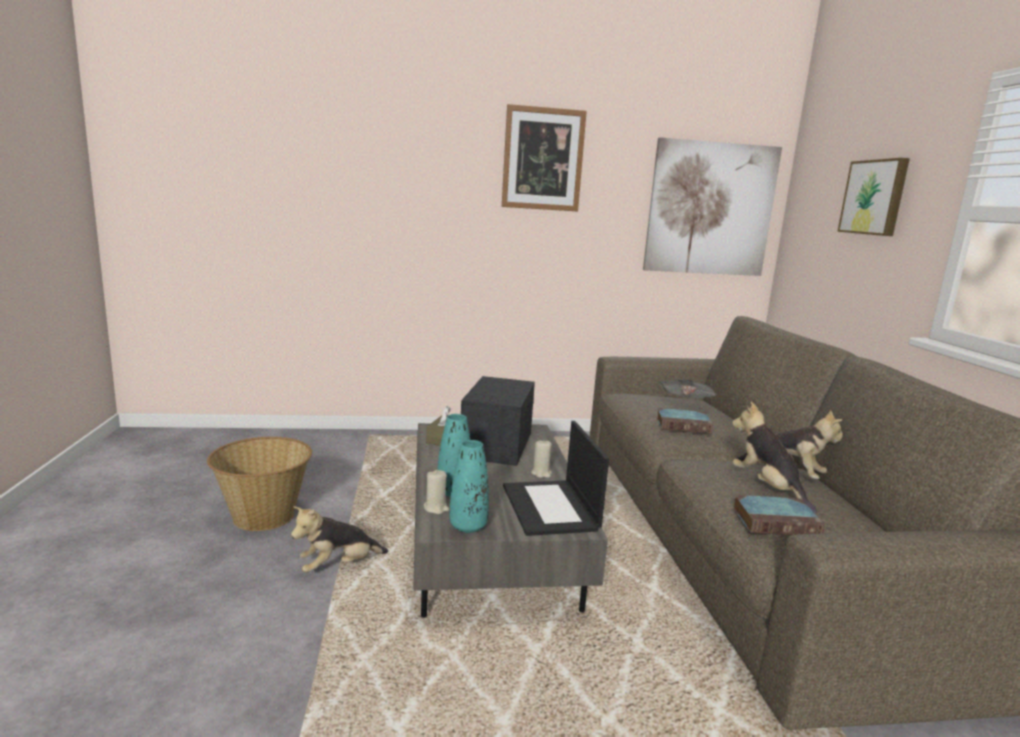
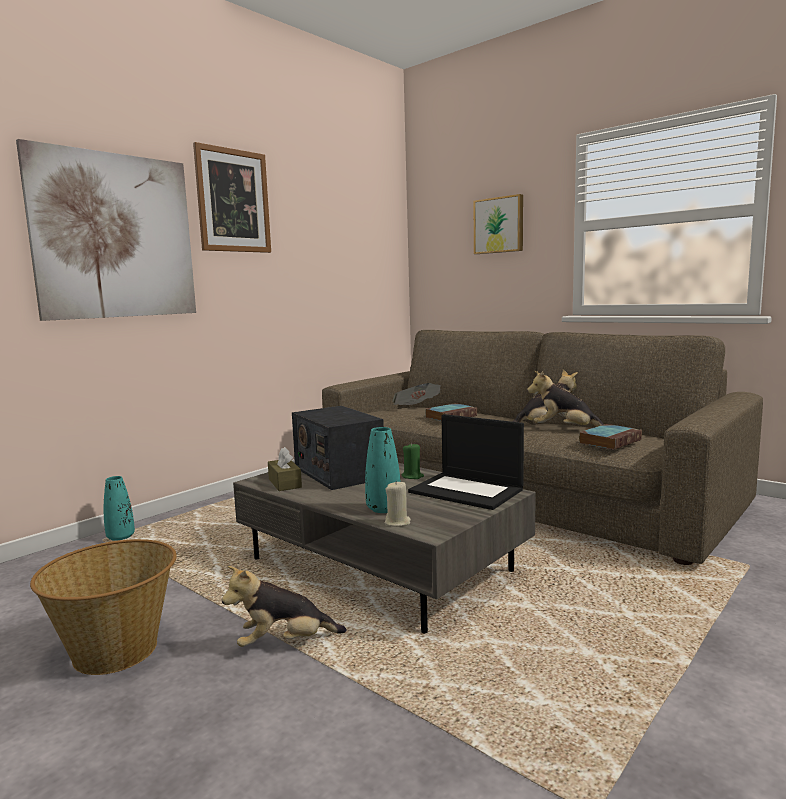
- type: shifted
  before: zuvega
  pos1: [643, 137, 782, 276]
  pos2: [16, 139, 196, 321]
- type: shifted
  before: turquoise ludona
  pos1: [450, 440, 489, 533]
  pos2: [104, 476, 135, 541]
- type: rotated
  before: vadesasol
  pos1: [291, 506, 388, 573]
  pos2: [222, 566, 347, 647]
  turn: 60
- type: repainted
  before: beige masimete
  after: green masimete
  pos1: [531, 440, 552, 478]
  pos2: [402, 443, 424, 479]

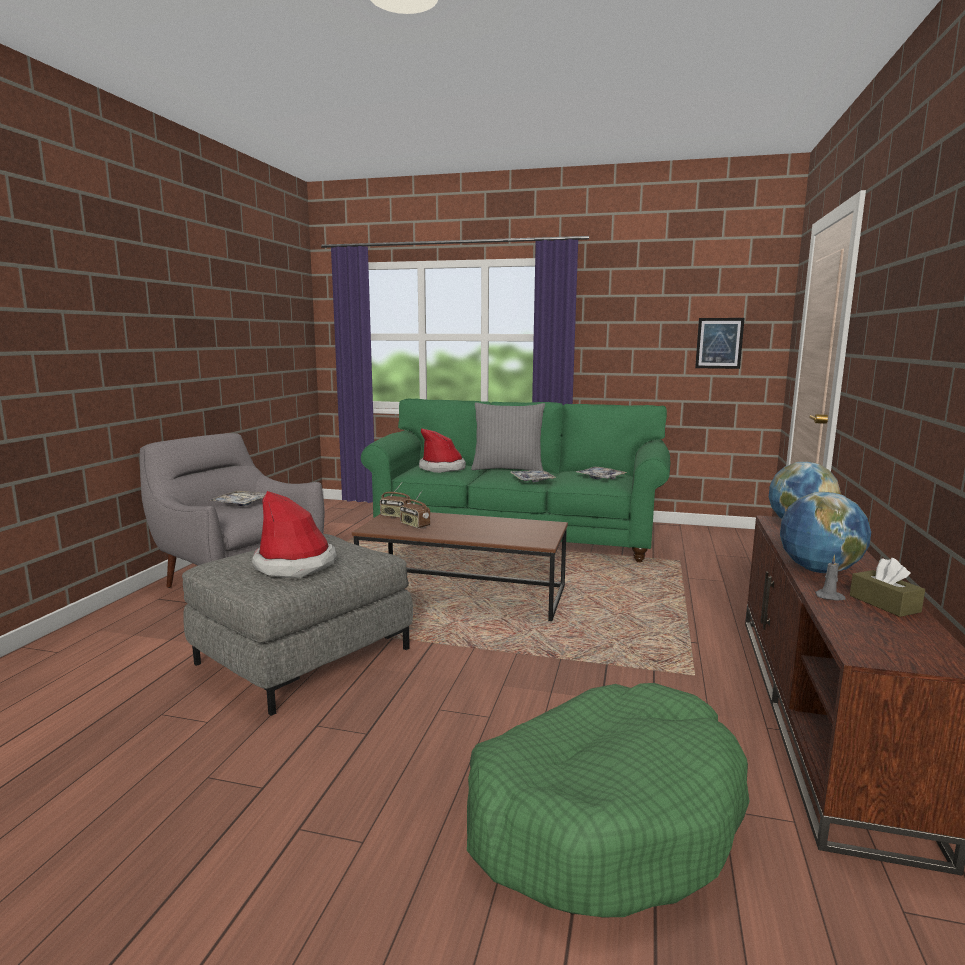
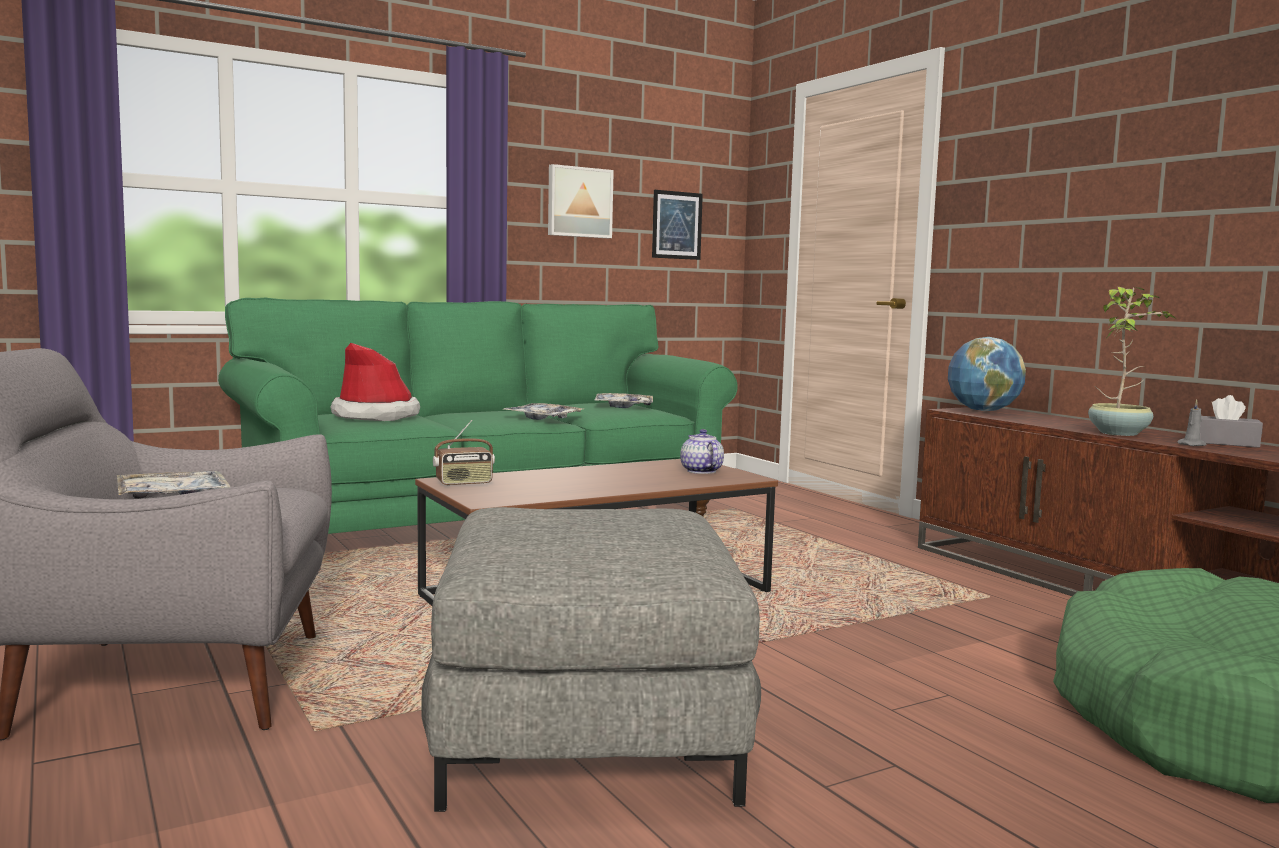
- type: new
  after: zuvega
  pos2: [548, 164, 614, 238]
- type: new
  after: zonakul
  pos2: [680, 429, 724, 474]
- type: swapped
  before: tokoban
  after: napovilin
  pos1: [780, 492, 871, 573]
  pos2: [1088, 287, 1175, 436]
- type: repainted
  before: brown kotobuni
  after: grey kotobuni
  pos1: [850, 558, 925, 617]
  pos2: [1200, 395, 1263, 448]
- type: gone
  before: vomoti
  pos1: [252, 491, 337, 578]
- type: gone
  before: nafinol
  pos1: [400, 491, 430, 528]
- type: gone
  before: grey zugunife
  pos1: [471, 403, 545, 470]

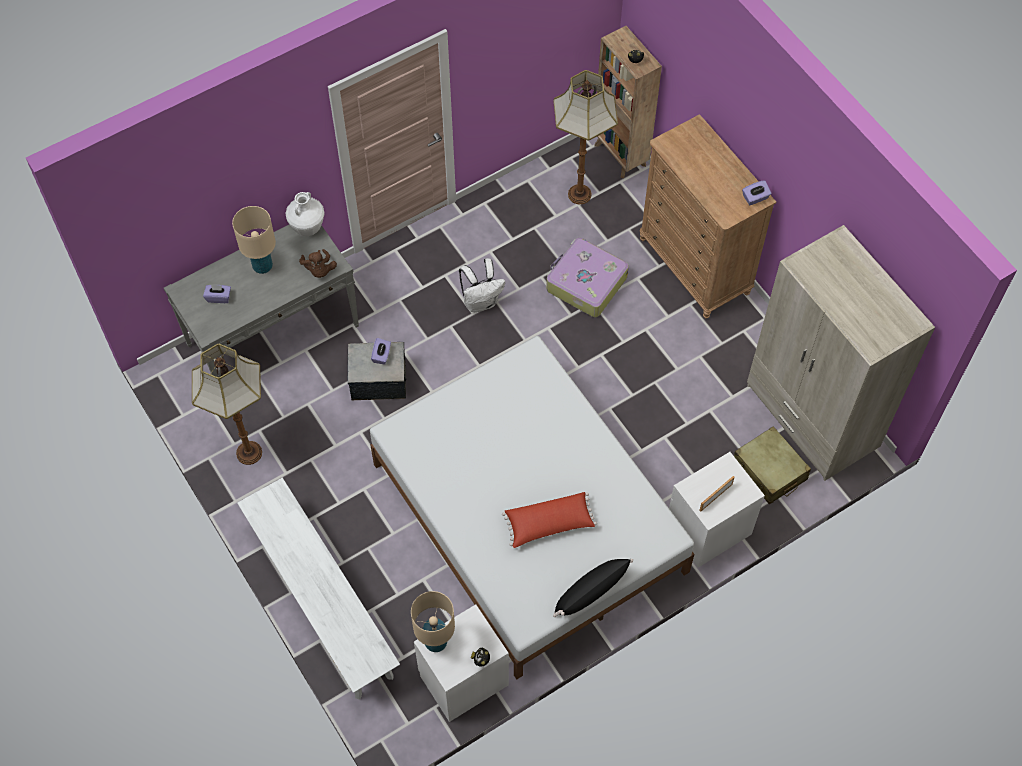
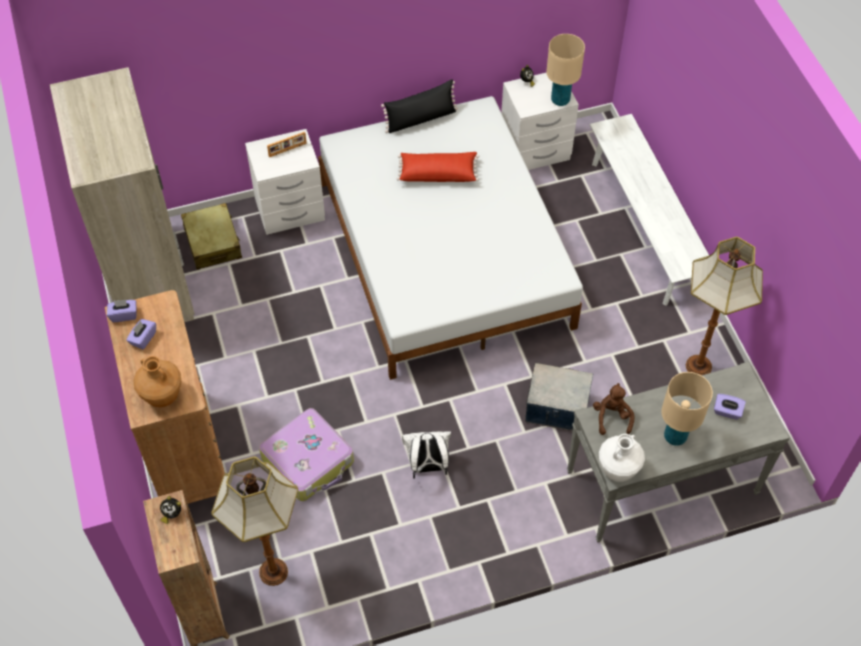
- type: shifted
  before: purple kotobuni
  pos1: [371, 338, 391, 365]
  pos2: [126, 319, 156, 350]
- type: new
  after: brown ludona
  pos2: [133, 356, 181, 407]

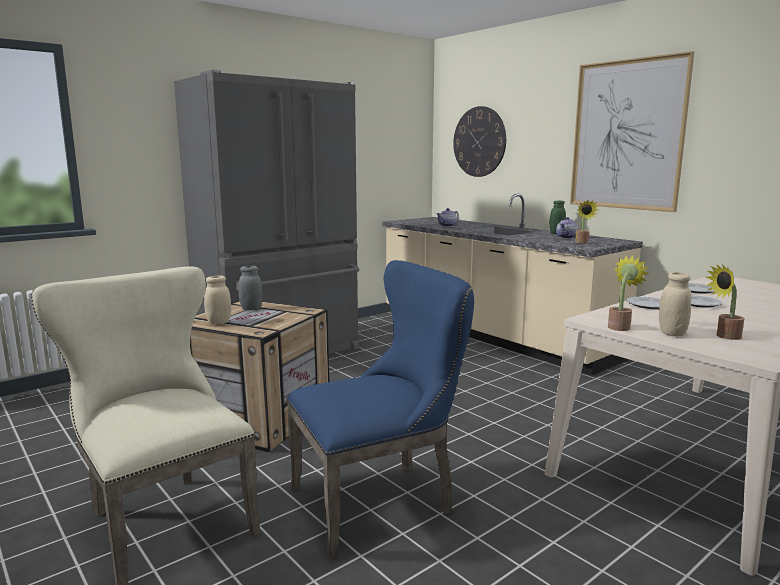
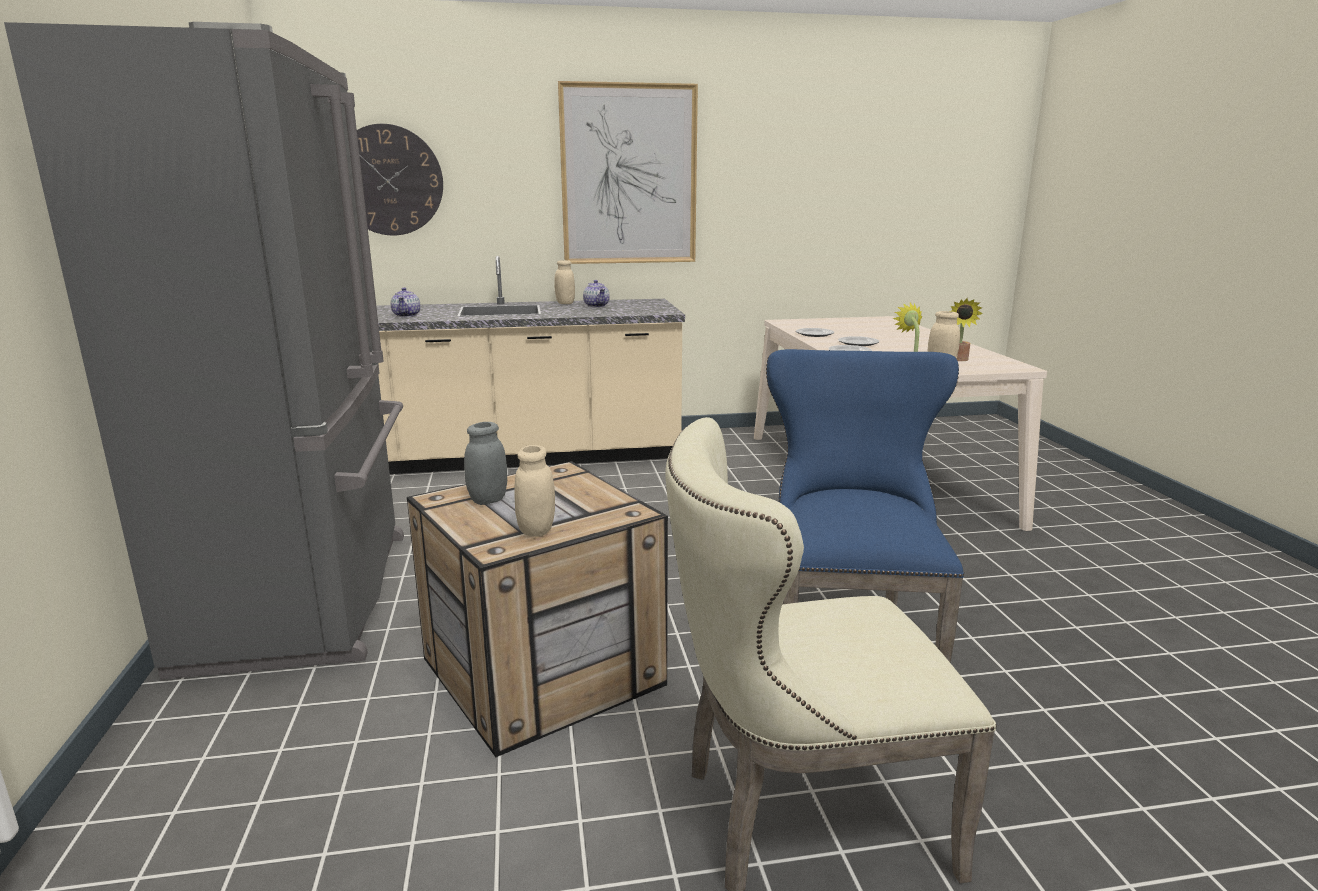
- type: repainted
  before: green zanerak
  after: beige zanerak
  pos1: [550, 201, 566, 234]
  pos2: [554, 260, 575, 304]
- type: gone
  before: napovilin
  pos1: [575, 200, 598, 244]

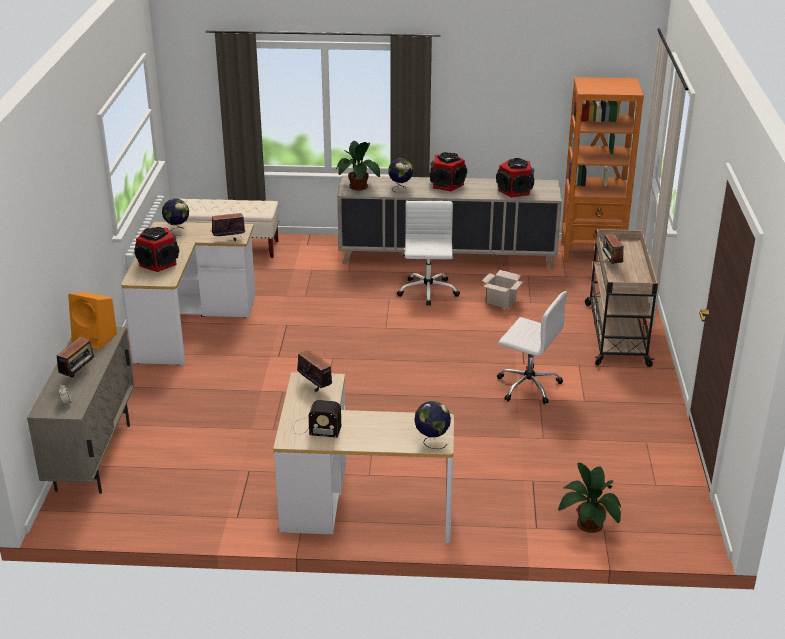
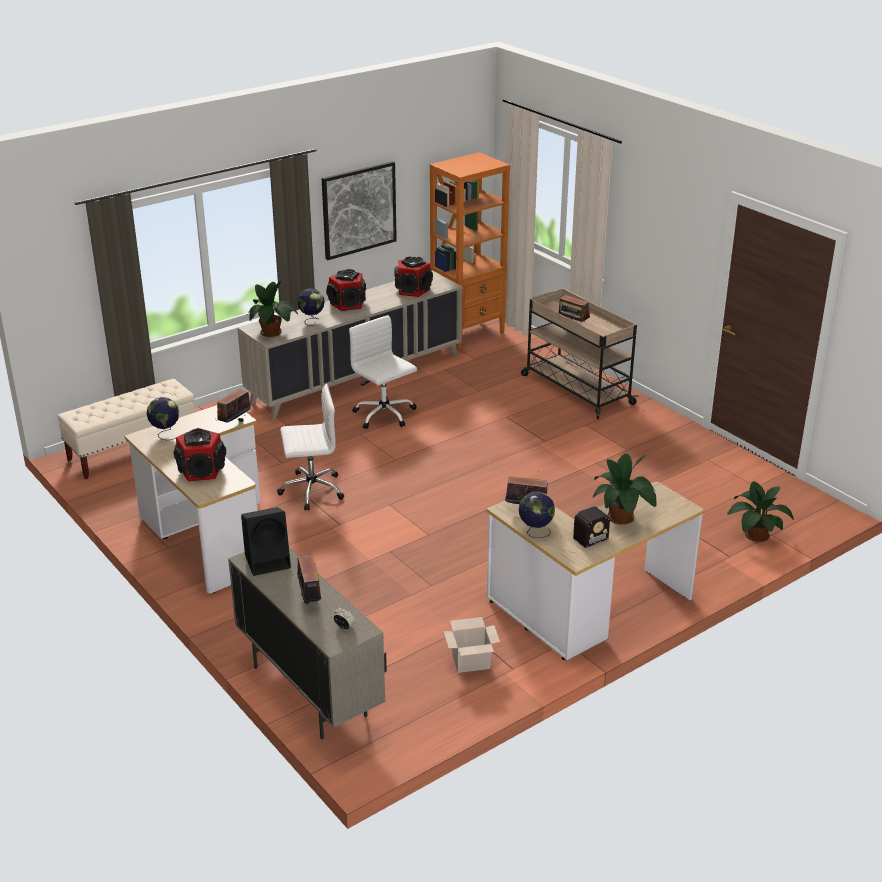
- type: repainted
  before: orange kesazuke
  after: black kesazuke
  pos1: [68, 292, 117, 350]
  pos2: [241, 507, 291, 576]
- type: shifted
  before: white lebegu
  pos1: [497, 291, 567, 404]
  pos2: [277, 384, 344, 511]
- type: new
  after: zuvega
  pos2: [322, 161, 397, 260]
- type: shifted
  before: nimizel
  pos1: [482, 270, 523, 309]
  pos2: [444, 617, 500, 673]
- type: shifted
  before: tokoban
  pos1: [415, 401, 451, 449]
  pos2: [519, 491, 555, 538]
- type: new
  after: napovilin
  pos2: [593, 454, 656, 525]

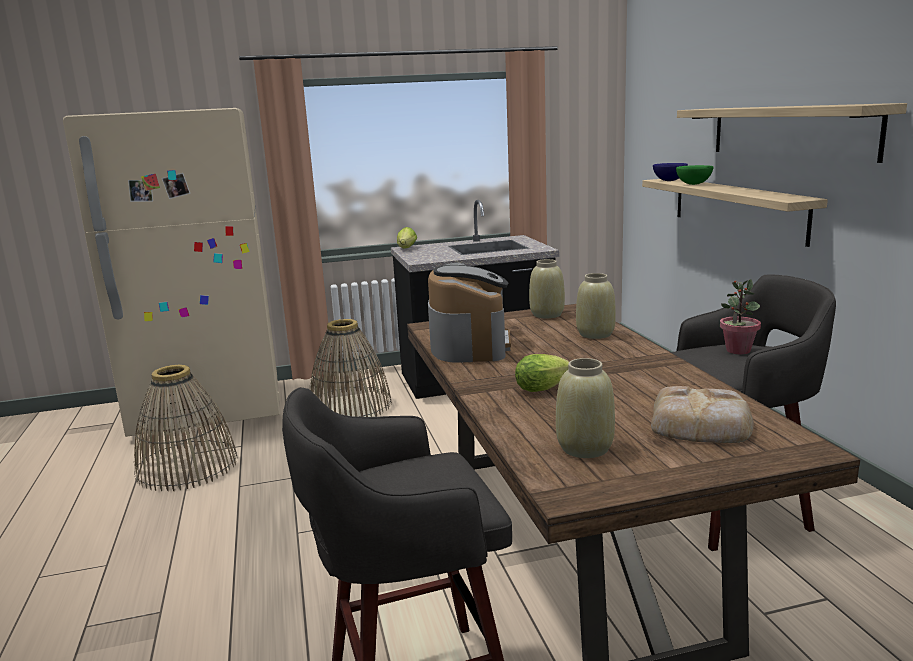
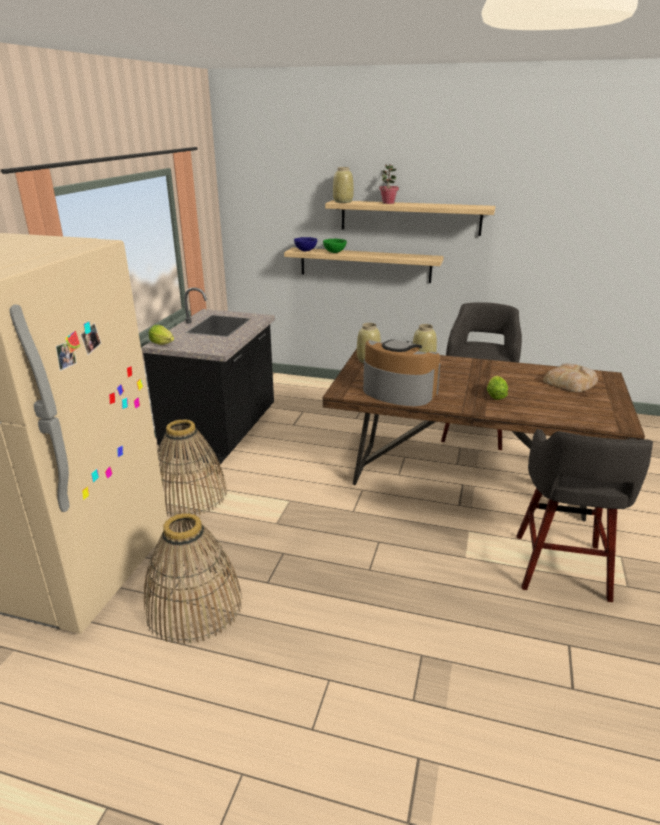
- type: shifted
  before: beige ludona
  pos1: [556, 358, 615, 458]
  pos2: [333, 167, 354, 203]
- type: shifted
  before: napovilin
  pos1: [720, 279, 761, 354]
  pos2: [379, 164, 399, 204]

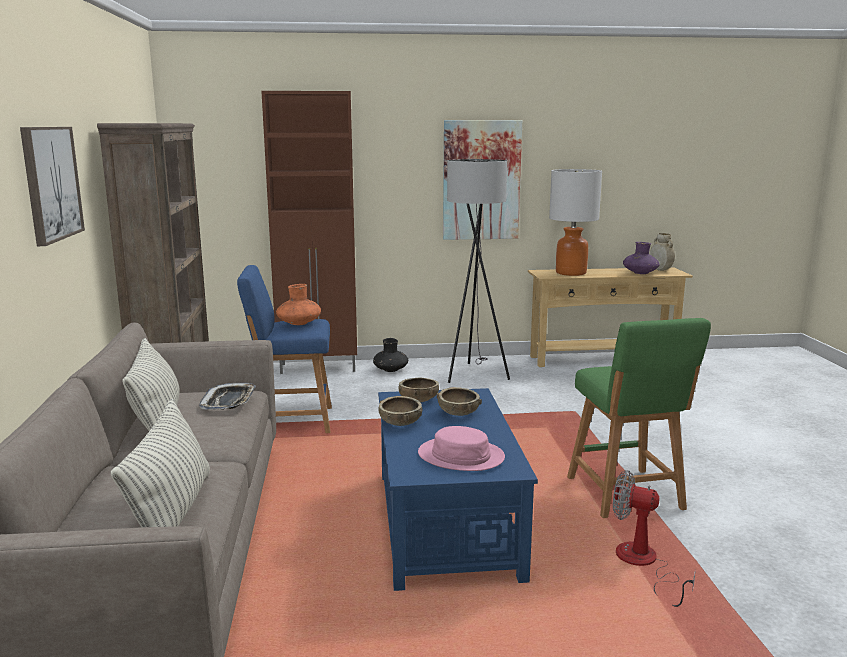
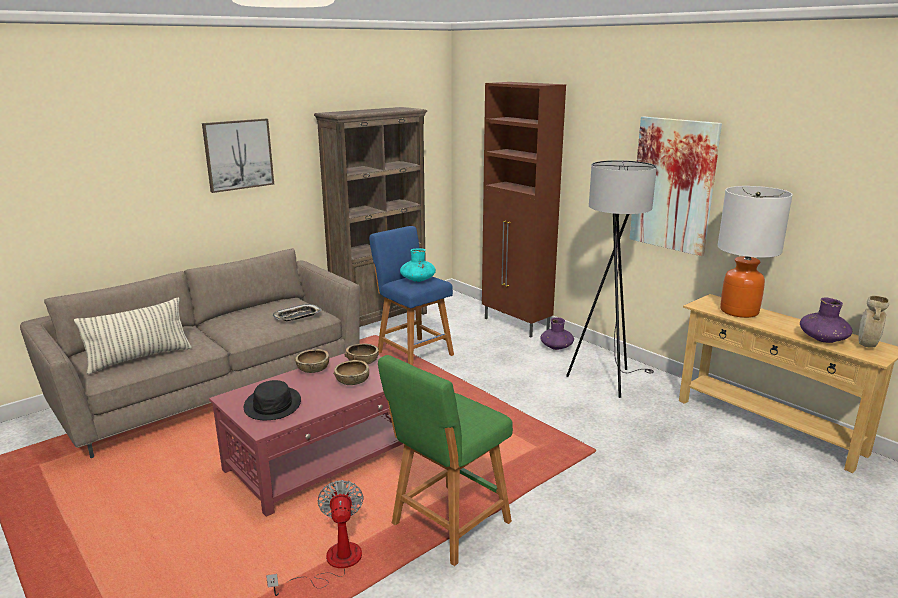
- type: repainted
  before: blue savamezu
  after: red savamezu
  pos1: [378, 388, 538, 591]
  pos2: [209, 353, 403, 517]
- type: repainted
  before: pink vomoti
  after: black vomoti
  pos1: [418, 426, 505, 471]
  pos2: [244, 380, 301, 420]
- type: repainted
  before: orange ludona
  after: turquoise ludona
  pos1: [276, 284, 321, 325]
  pos2: [400, 248, 436, 282]
- type: repainted
  before: black ludona
  after: purple ludona
  pos1: [373, 338, 408, 372]
  pos2: [541, 318, 574, 350]
- type: gone
  before: zugunife
  pos1: [123, 338, 180, 431]

